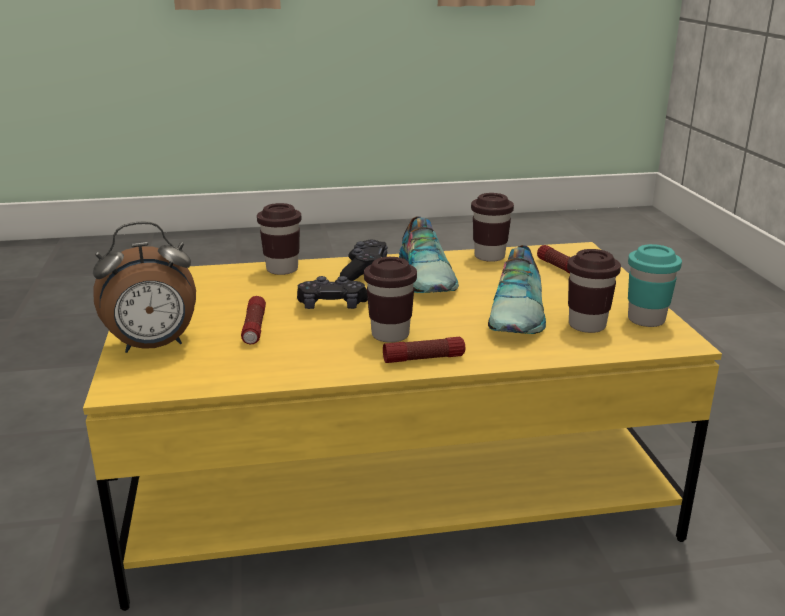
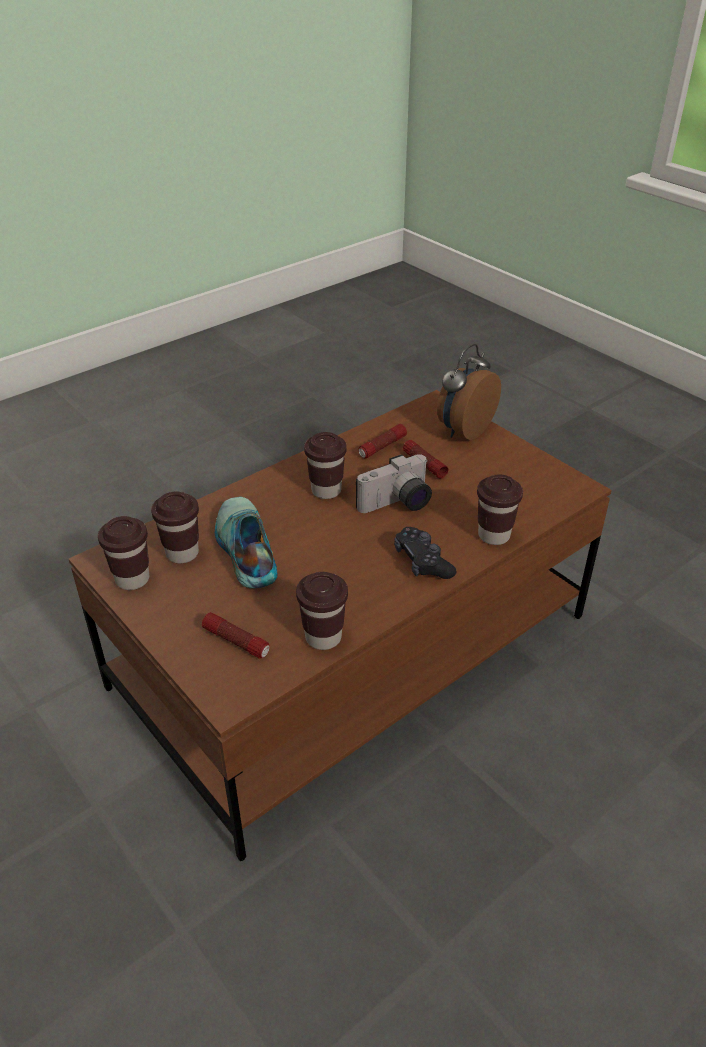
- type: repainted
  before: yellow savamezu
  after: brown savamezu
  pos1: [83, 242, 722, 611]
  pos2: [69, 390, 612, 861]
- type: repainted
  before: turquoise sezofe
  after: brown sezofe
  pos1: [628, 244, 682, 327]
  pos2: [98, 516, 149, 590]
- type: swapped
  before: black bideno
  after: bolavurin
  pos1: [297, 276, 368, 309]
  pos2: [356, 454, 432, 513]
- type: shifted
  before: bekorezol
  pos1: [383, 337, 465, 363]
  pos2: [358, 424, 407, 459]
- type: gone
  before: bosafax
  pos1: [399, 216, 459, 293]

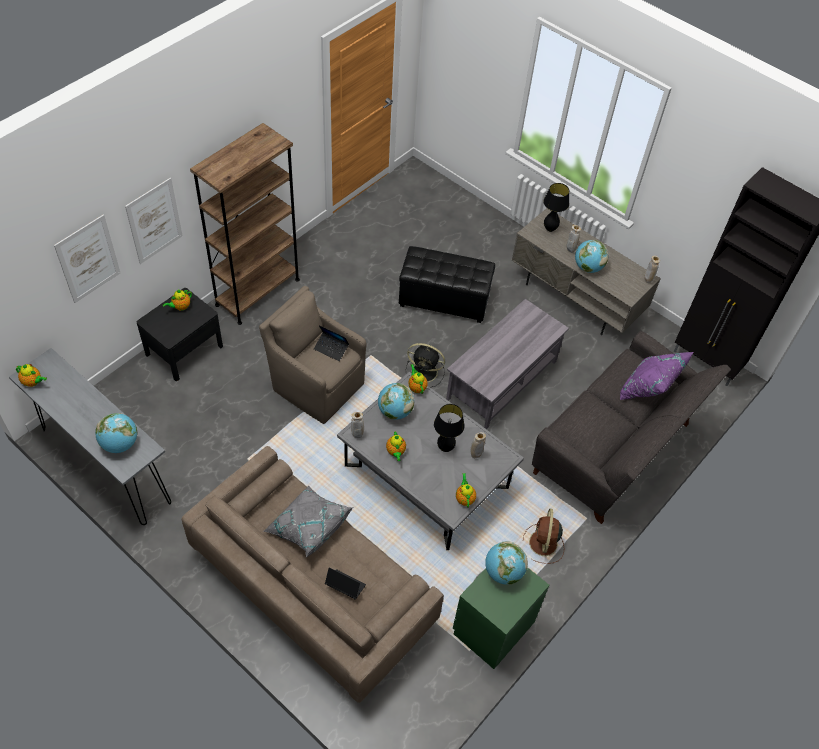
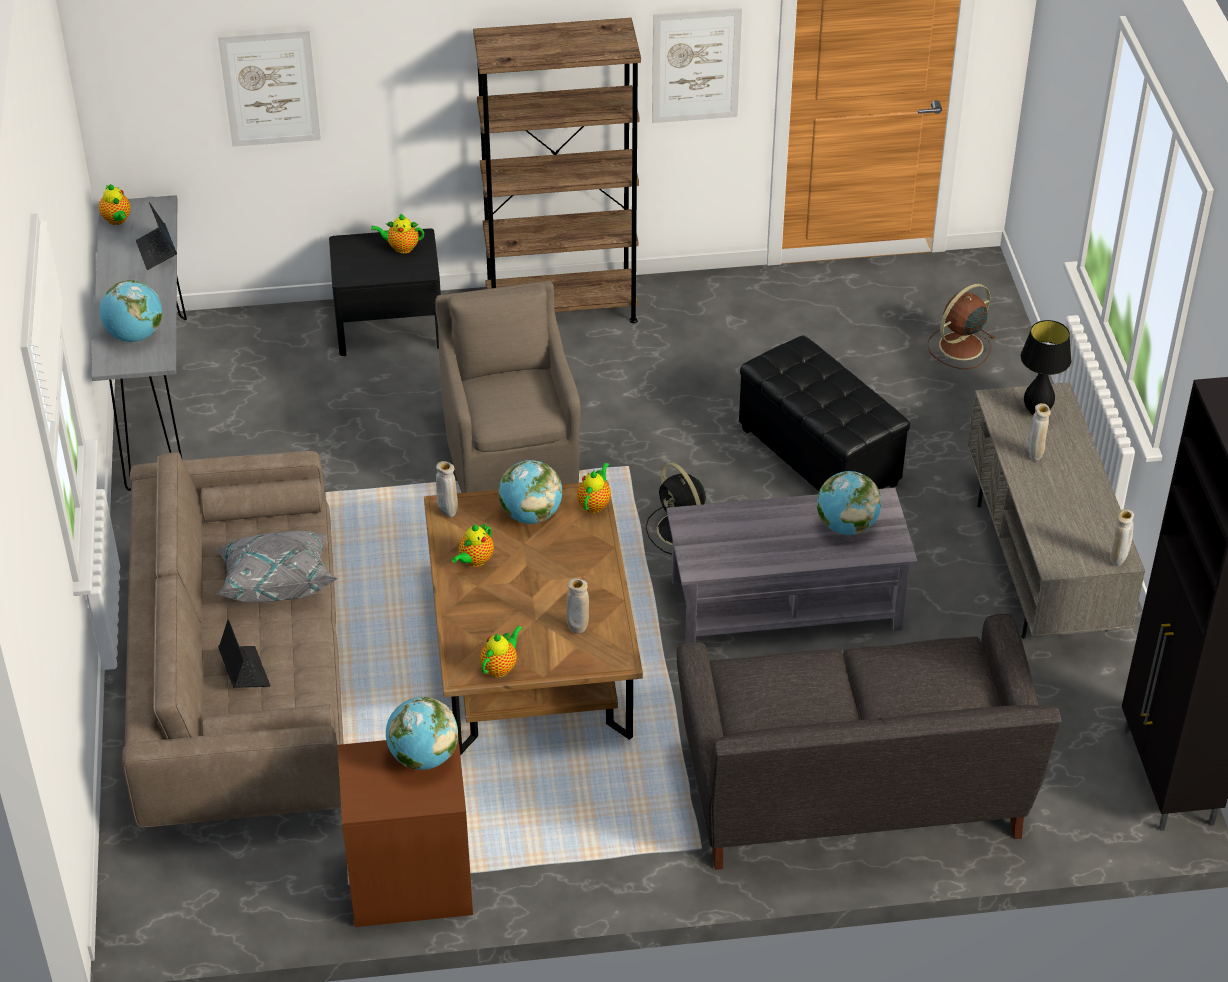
- type: shifted
  before: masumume
  pos1: [314, 325, 349, 361]
  pos2: [136, 202, 177, 270]
- type: repainted
  before: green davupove
  after: brown davupove
  pos1: [453, 567, 549, 669]
  pos2: [338, 738, 473, 927]
- type: repainted
  before: grey savamezu
  after: brown savamezu
  pos1: [337, 372, 524, 550]
  pos2: [424, 480, 643, 755]
- type: shifted
  before: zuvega
  pos1: [125, 178, 183, 264]
  pos2: [652, 8, 742, 123]
- type: shifted
  before: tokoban
  pos1: [575, 240, 608, 273]
  pos2: [817, 471, 881, 535]
- type: shifted
  before: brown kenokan
  pos1: [523, 509, 564, 564]
  pos2: [927, 284, 994, 369]
- type: gone
  before: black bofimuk
  pos1: [434, 404, 465, 452]
- type: gone
  before: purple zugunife
  pos1: [620, 352, 694, 400]

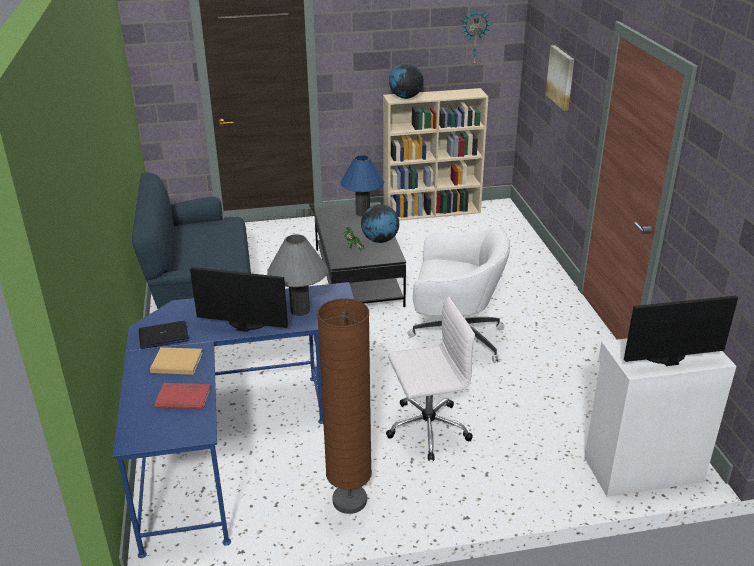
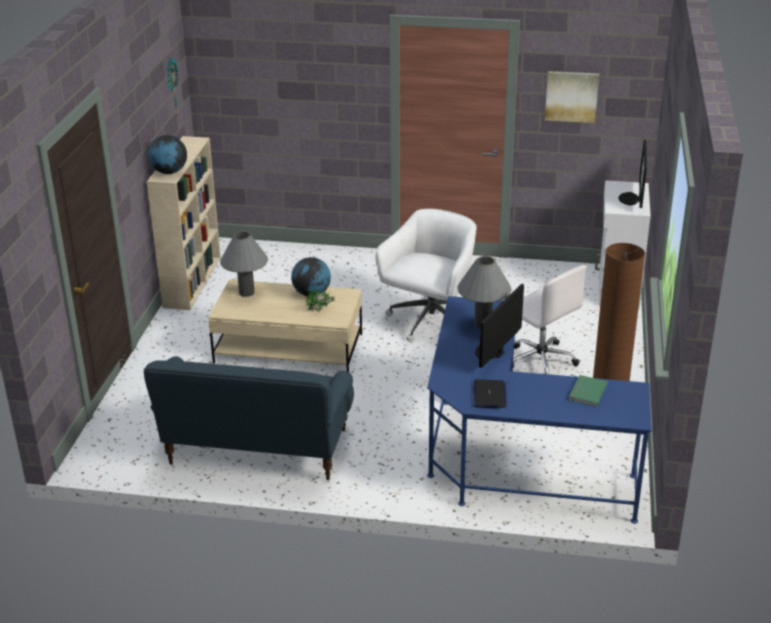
- type: repainted
  before: black savamezu
  after: beige savamezu
  pos1: [314, 202, 406, 307]
  pos2: [208, 280, 362, 372]
- type: repainted
  before: blue bofimuk
  after: grey bofimuk
  pos1: [340, 155, 384, 217]
  pos2: [220, 232, 268, 297]
- type: rotated
  before: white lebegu
  pos1: [386, 297, 475, 461]
  pos2: [513, 265, 587, 374]
  turn: 135
- type: shifted
  before: zuvega
  pos1: [545, 45, 574, 111]
  pos2: [545, 71, 599, 123]
- type: repainted
  before: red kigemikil
  after: green kigemikil
  pos1: [154, 383, 211, 410]
  pos2: [569, 375, 608, 407]
- type: gone
  before: beige kigemikil
  pos1: [150, 347, 203, 375]

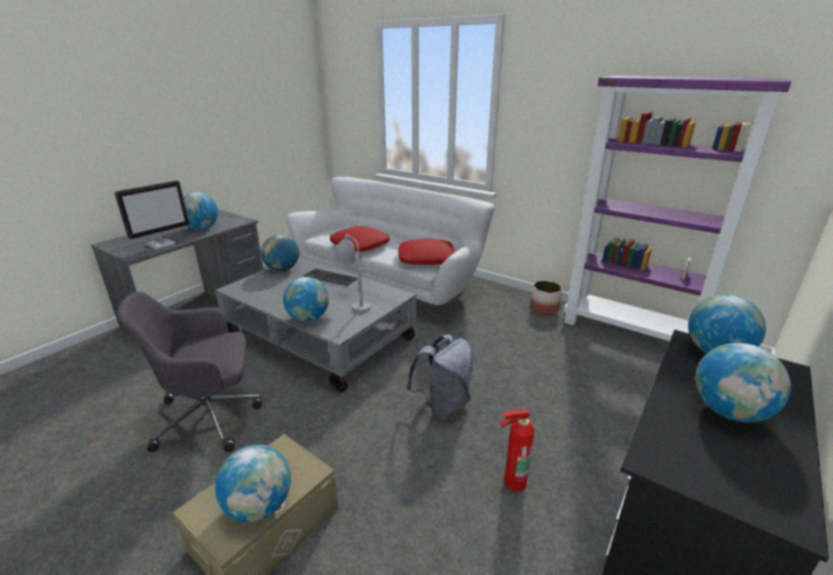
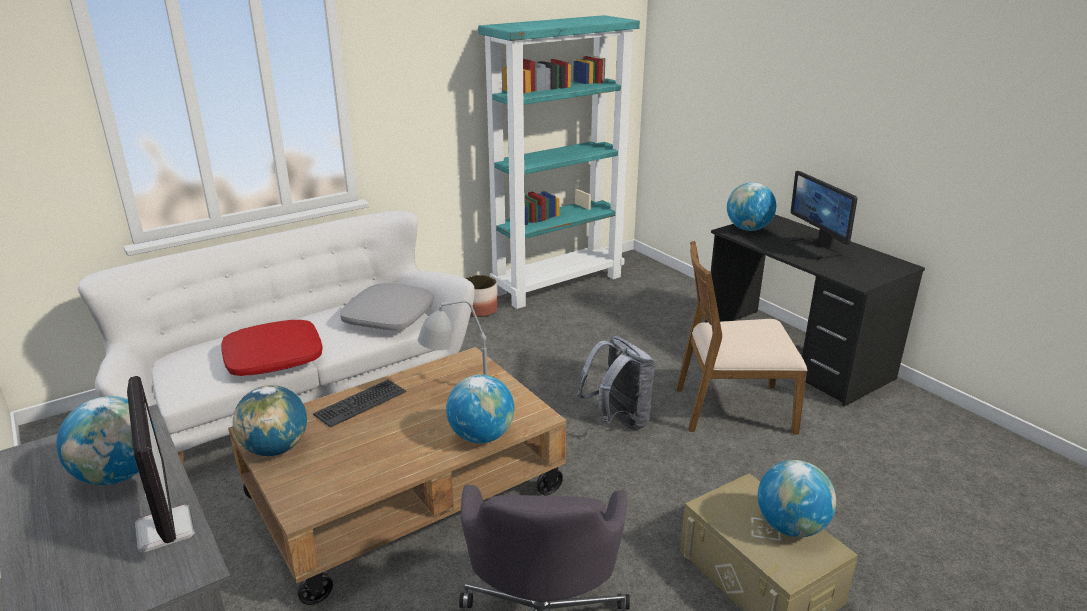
- type: repainted
  before: grey savamezu
  after: brown savamezu
  pos1: [215, 256, 416, 393]
  pos2: [228, 347, 566, 605]
- type: repainted
  before: red zugunife
  after: grey zugunife
  pos1: [398, 239, 455, 265]
  pos2: [340, 283, 434, 330]
- type: repainted
  before: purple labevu
  after: turquoise labevu
  pos1: [563, 76, 791, 341]
  pos2: [478, 15, 640, 309]
- type: swapped
  before: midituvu
  after: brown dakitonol
  pos1: [499, 409, 535, 491]
  pos2: [676, 241, 807, 435]
- type: swapped
  before: tokoban
  after: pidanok
  pos1: [696, 343, 791, 423]
  pos2: [785, 171, 858, 260]

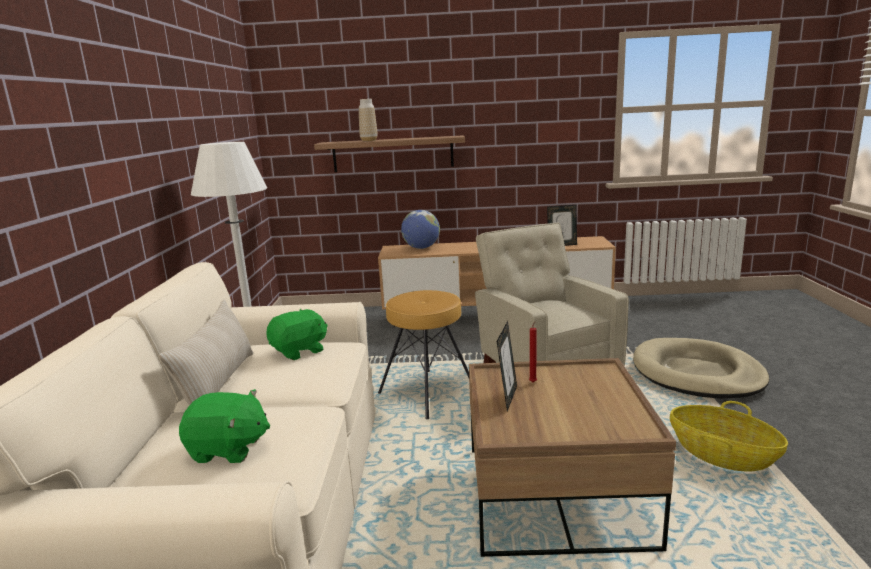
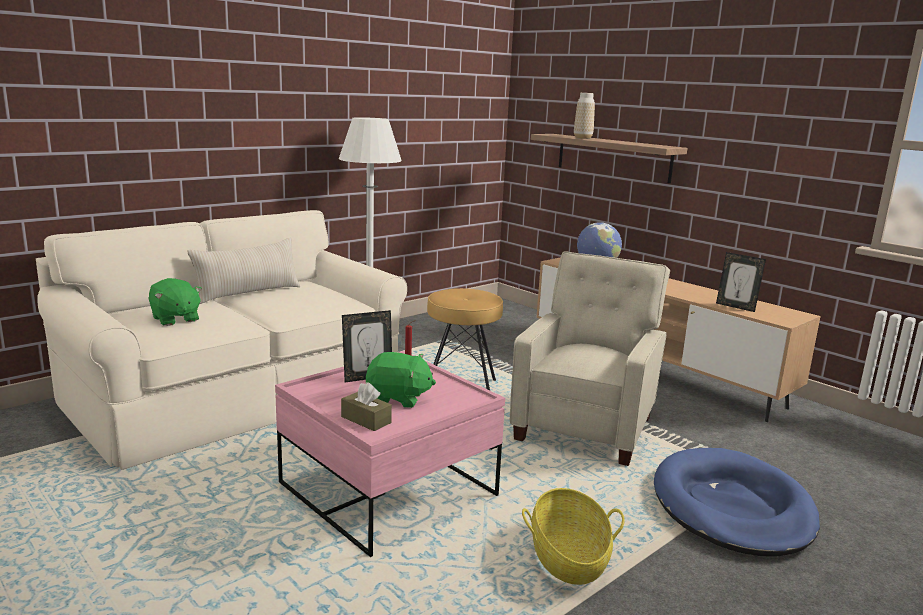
- type: repainted
  before: brown savamezu
  after: pink savamezu
  pos1: [469, 358, 676, 557]
  pos2: [275, 351, 505, 557]
- type: new
  after: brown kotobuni
  pos2: [341, 382, 392, 431]
- type: shifted
  before: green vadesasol
  pos1: [266, 309, 328, 360]
  pos2: [366, 352, 436, 408]
- type: repainted
  before: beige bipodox
  after: blue bipodox
  pos1: [633, 338, 769, 399]
  pos2: [654, 448, 820, 557]

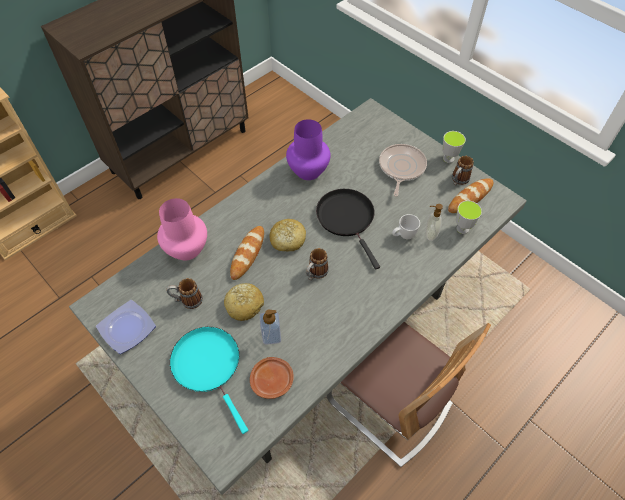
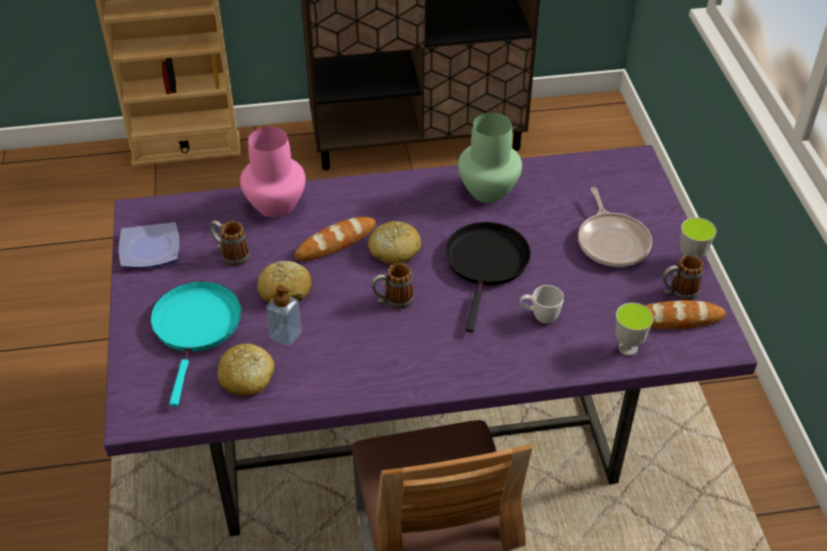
- type: repainted
  before: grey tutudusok
  after: purple tutudusok
  pos1: [69, 98, 527, 495]
  pos2: [104, 145, 757, 536]
- type: swapped
  before: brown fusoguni
  after: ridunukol
  pos1: [250, 357, 294, 399]
  pos2: [218, 343, 275, 396]
- type: repainted
  before: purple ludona
  after: green ludona
  pos1: [286, 119, 331, 180]
  pos2: [458, 113, 522, 203]
- type: rotated
  before: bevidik
  pos1: [379, 144, 427, 196]
  pos2: [578, 187, 652, 267]
  turn: 120
- type: gone
  before: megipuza
  pos1: [426, 204, 443, 241]

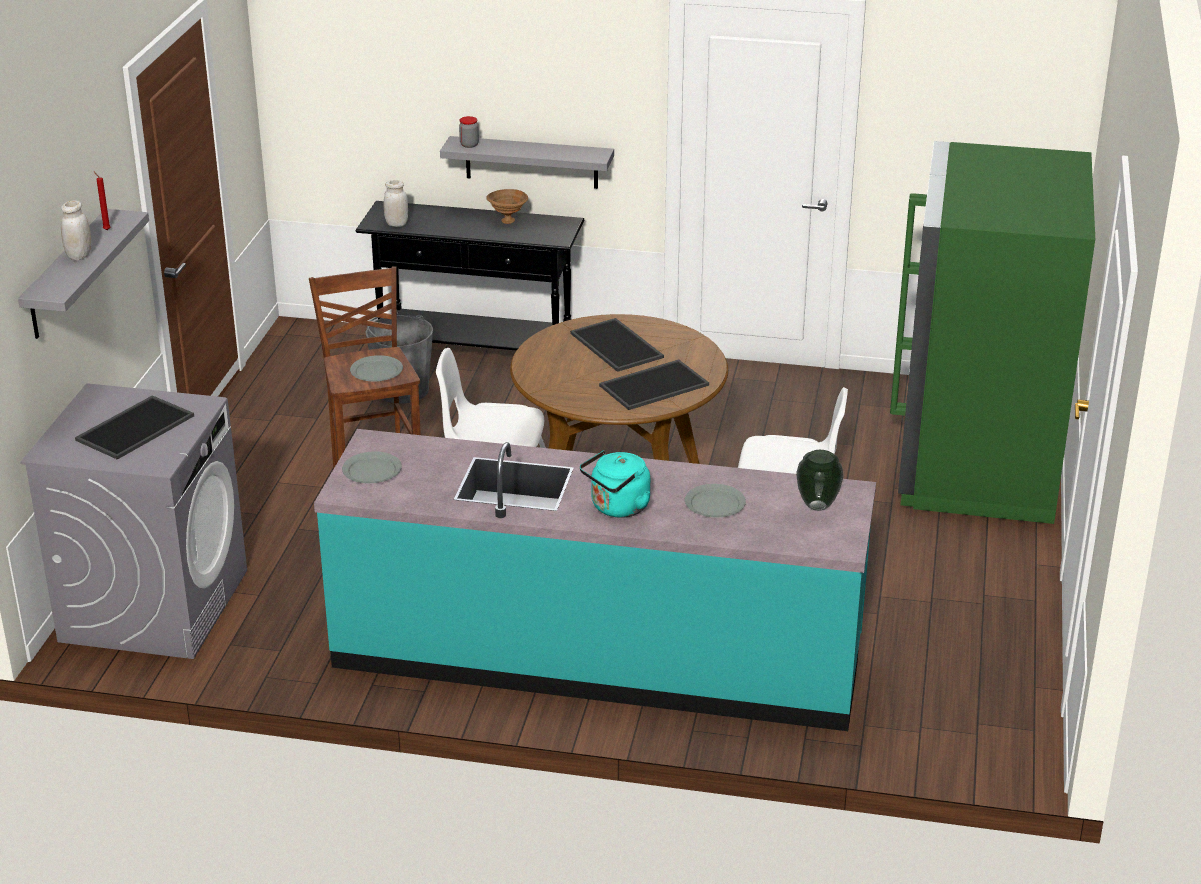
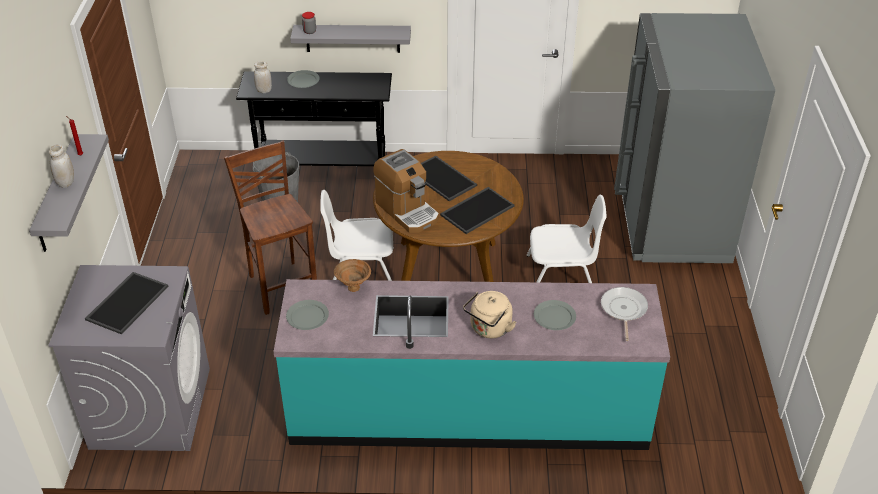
- type: shifted
  before: grey fusoguni
  pos1: [350, 355, 403, 382]
  pos2: [287, 70, 320, 88]
- type: shifted
  before: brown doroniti
  pos1: [487, 189, 528, 224]
  pos2: [334, 259, 371, 292]
- type: new
  after: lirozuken
  pos2: [373, 149, 439, 233]
- type: repainted
  before: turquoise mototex
  after: beige mototex
  pos1: [580, 450, 650, 518]
  pos2: [463, 291, 516, 338]
- type: swapped
  before: ludona
  after: bevidik
  pos1: [796, 450, 844, 511]
  pos2: [601, 287, 648, 341]
- type: repainted
  before: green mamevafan
  after: grey mamevafan
  pos1: [890, 141, 1095, 524]
  pos2: [614, 13, 775, 263]

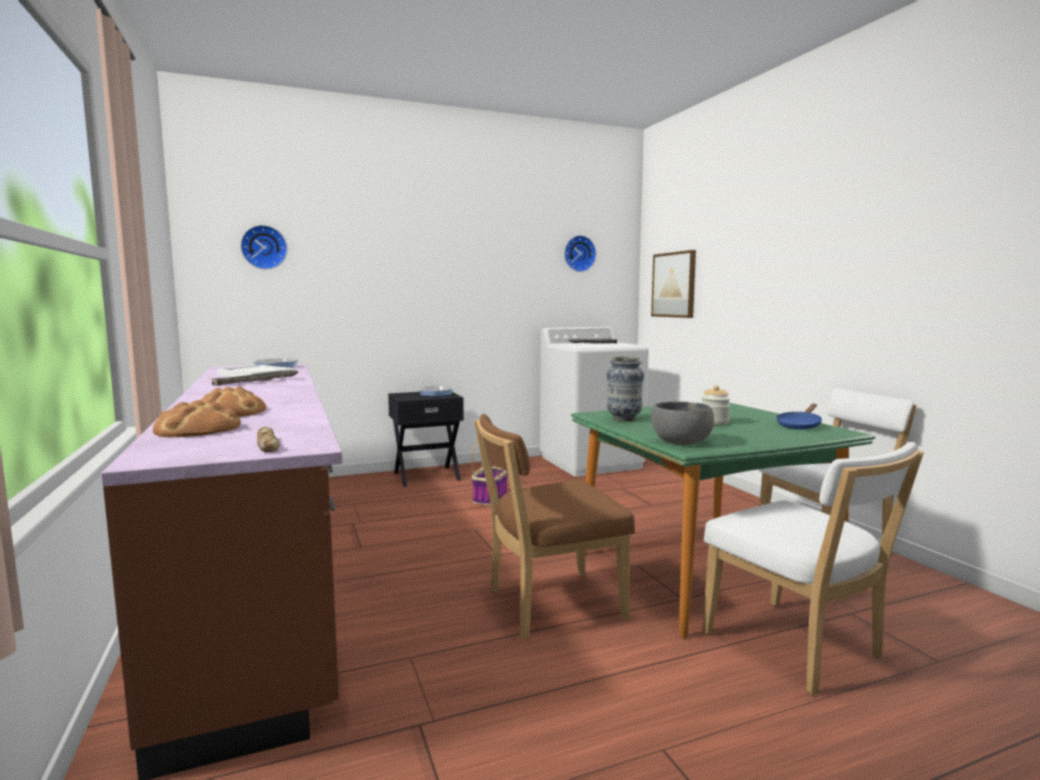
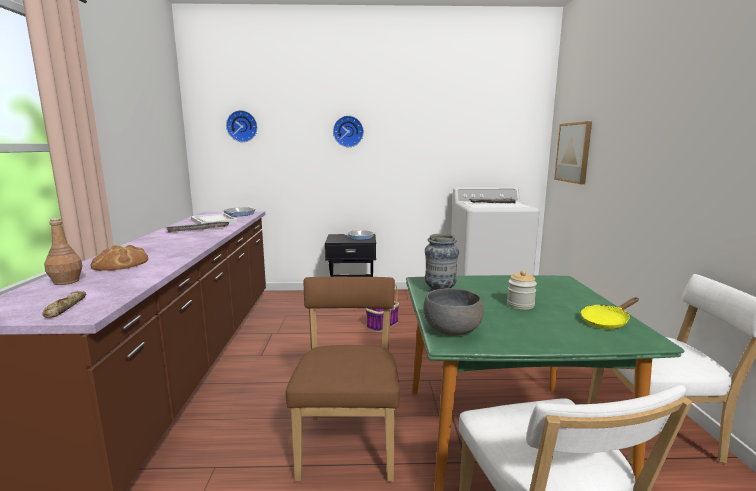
- type: swapped
  before: ridunukol
  after: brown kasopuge
  pos1: [153, 399, 241, 437]
  pos2: [44, 218, 82, 285]
- type: rotated
  before: brown dakitonol
  pos1: [474, 414, 635, 640]
  pos2: [286, 277, 400, 482]
  turn: 90
- type: shifted
  before: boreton
  pos1: [564, 235, 596, 272]
  pos2: [333, 116, 364, 147]
- type: repainted
  before: blue bevidik
  after: yellow bevidik
  pos1: [776, 404, 822, 430]
  pos2: [581, 297, 639, 329]

